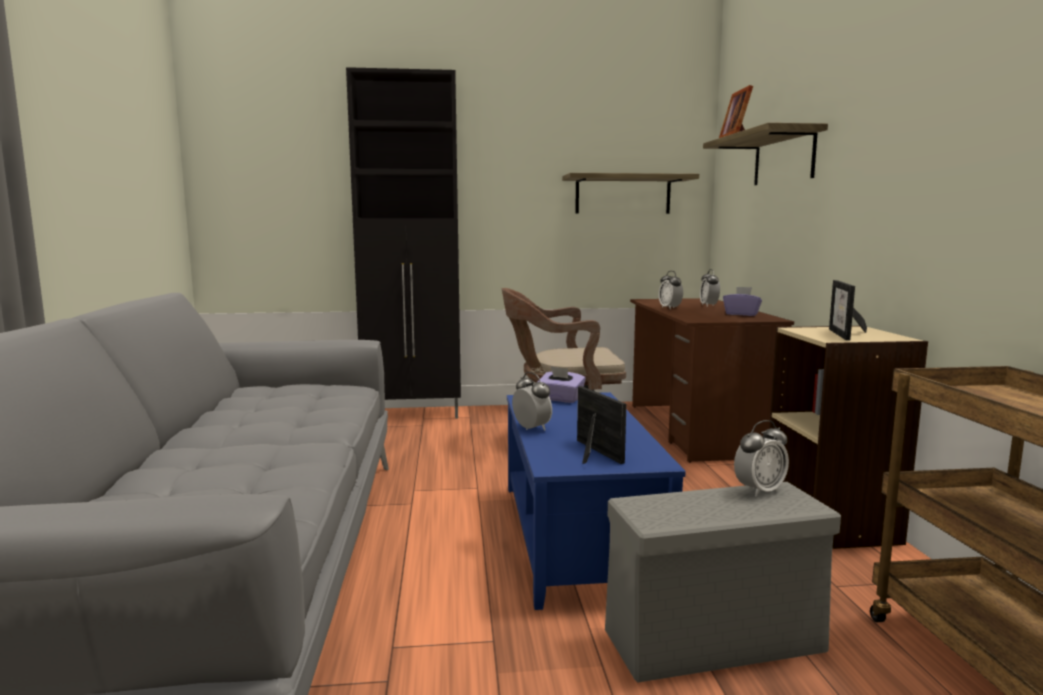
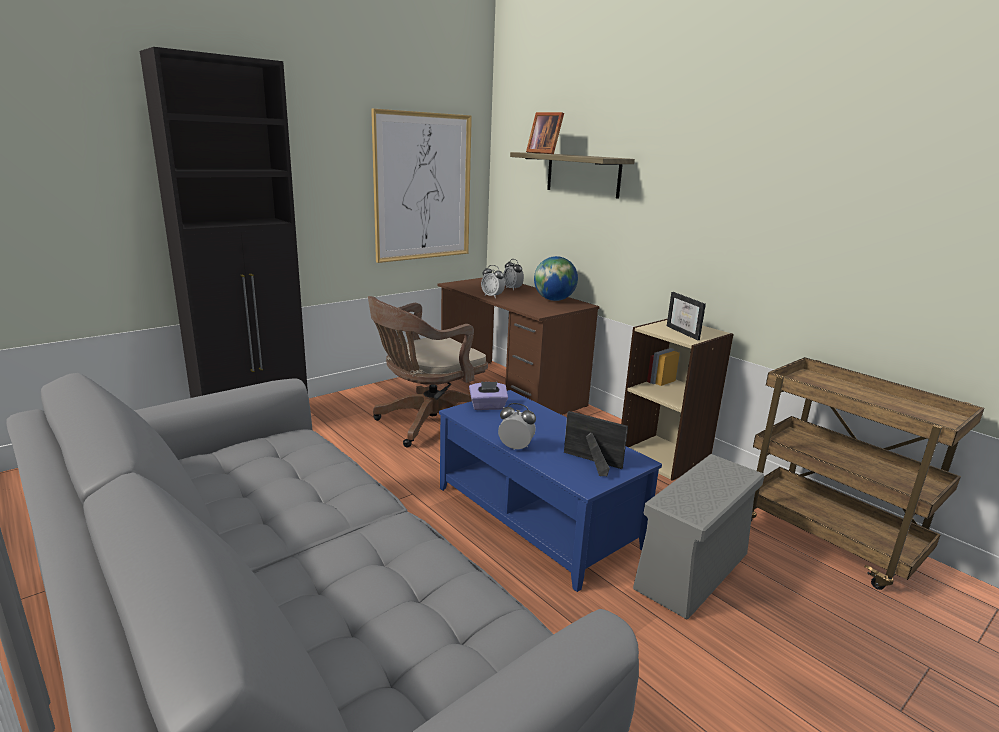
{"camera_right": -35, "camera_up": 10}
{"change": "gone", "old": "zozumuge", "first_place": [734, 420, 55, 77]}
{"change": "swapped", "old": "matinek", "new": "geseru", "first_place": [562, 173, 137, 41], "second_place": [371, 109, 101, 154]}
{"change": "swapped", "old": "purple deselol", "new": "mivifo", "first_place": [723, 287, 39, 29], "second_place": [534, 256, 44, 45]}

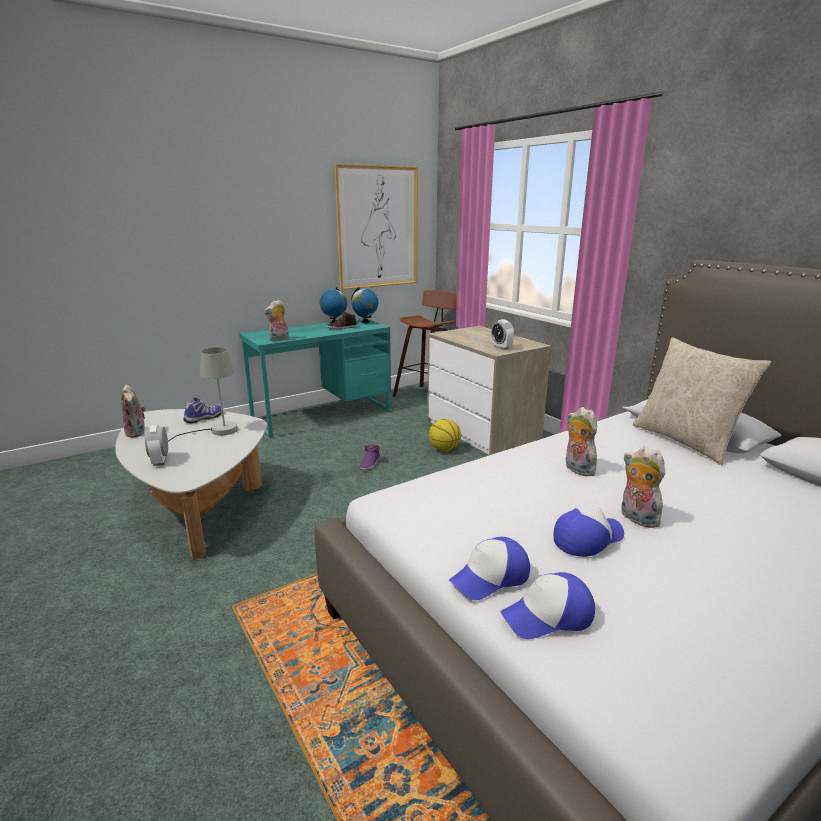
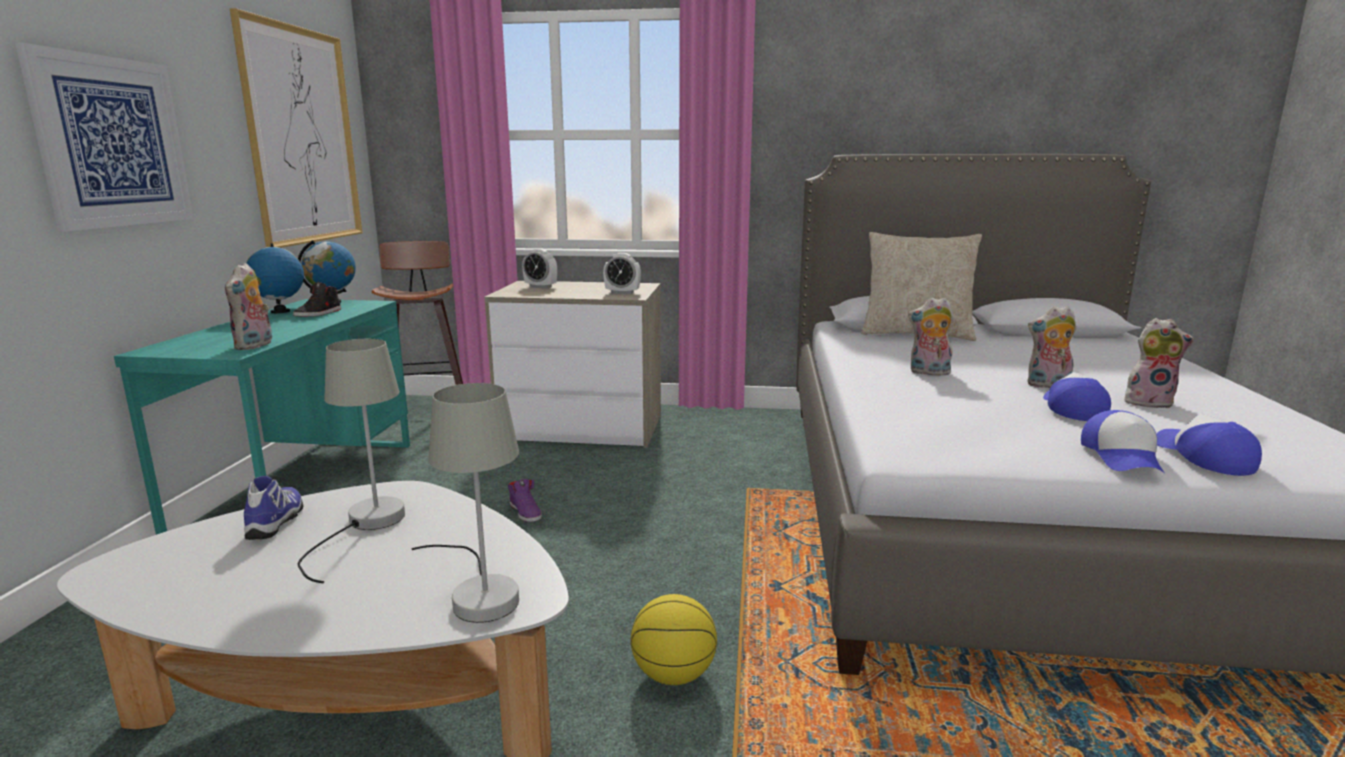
{"camera_right": -50, "camera_up": -5}
{"change": "new", "new": "geseru", "second_place": [15, 43, 179, 188]}
{"change": "new", "new": "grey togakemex", "second_place": [412, 383, 107, 240]}
{"change": "shifted", "old": "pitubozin", "first_place": [121, 384, 25, 53], "second_place": [1124, 318, 70, 90]}
{"change": "shifted", "old": "zozumuge", "first_place": [145, 425, 23, 41], "second_place": [522, 249, 35, 40]}
{"change": "shifted", "old": "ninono", "first_place": [429, 419, 32, 32], "second_place": [631, 594, 86, 91]}
{"change": "rotated", "old": "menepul", "first_place": [500, 572, 95, 67], "second_place": [1157, 414, 105, 62], "degrees": 150}

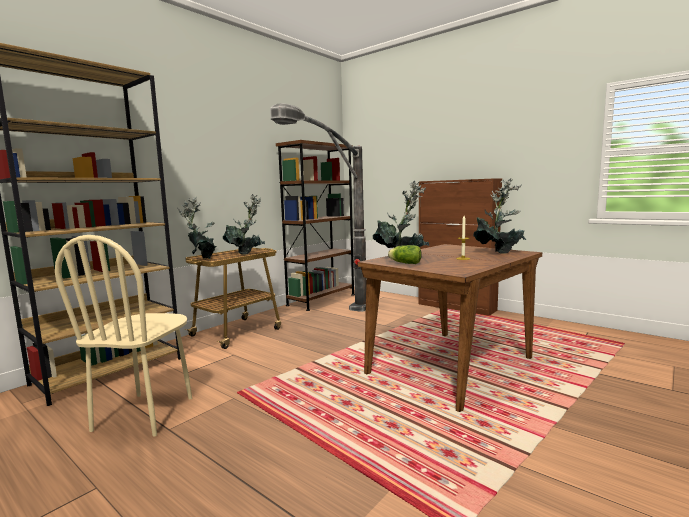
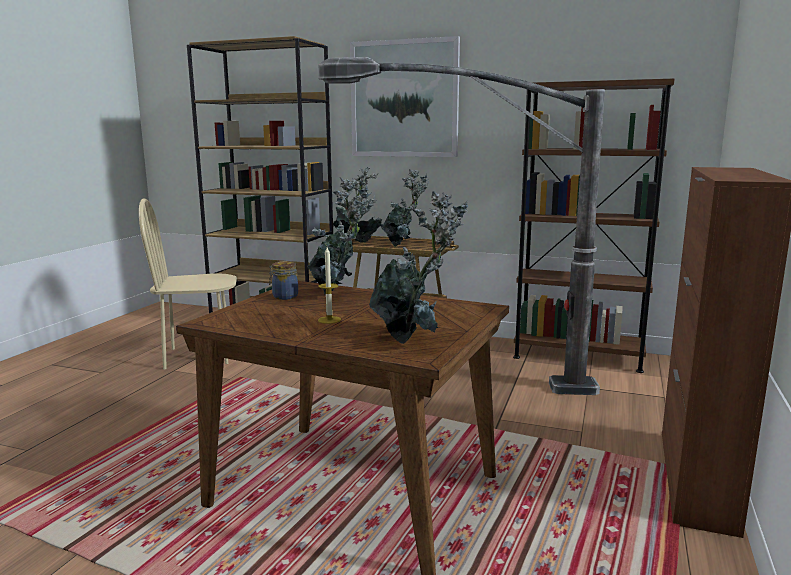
{"camera_right": 70, "camera_up": 5}
{"change": "new", "new": "geseru", "second_place": [350, 36, 110, 121]}
{"change": "swapped", "old": "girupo", "new": "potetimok", "first_place": [388, 245, 34, 19], "second_place": [269, 261, 29, 39]}

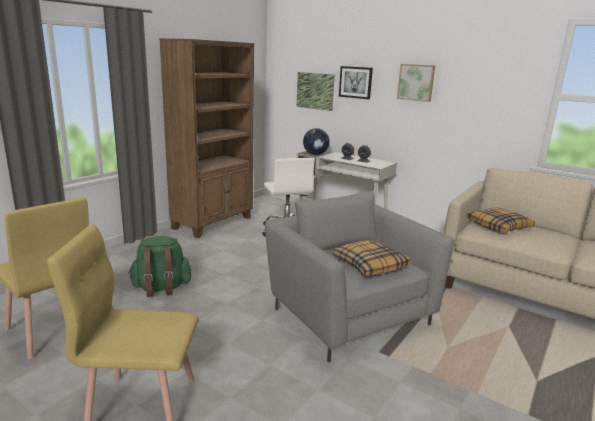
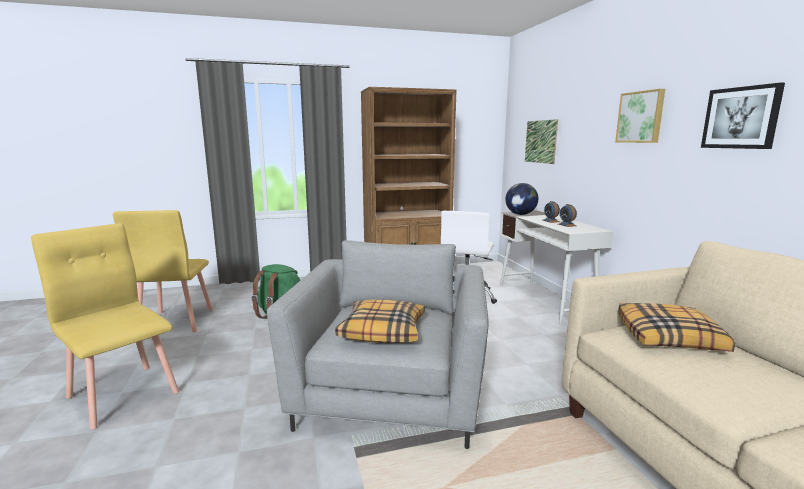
{"camera_right": 40, "camera_up": -5}
{"change": "shifted", "old": "geseru", "first_place": [339, 66, 34, 33], "second_place": [701, 83, 84, 66]}

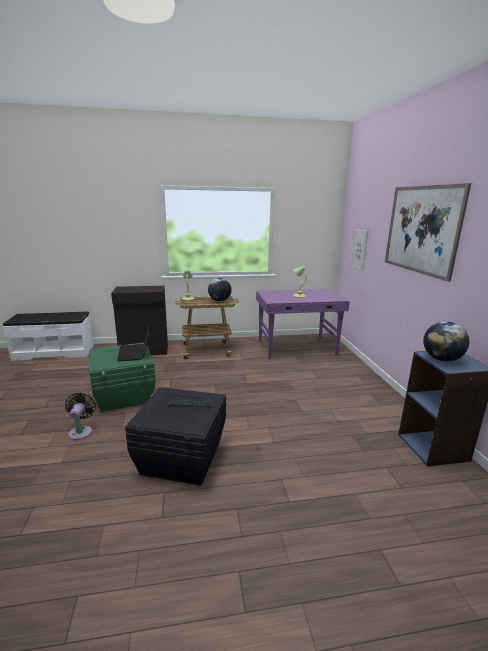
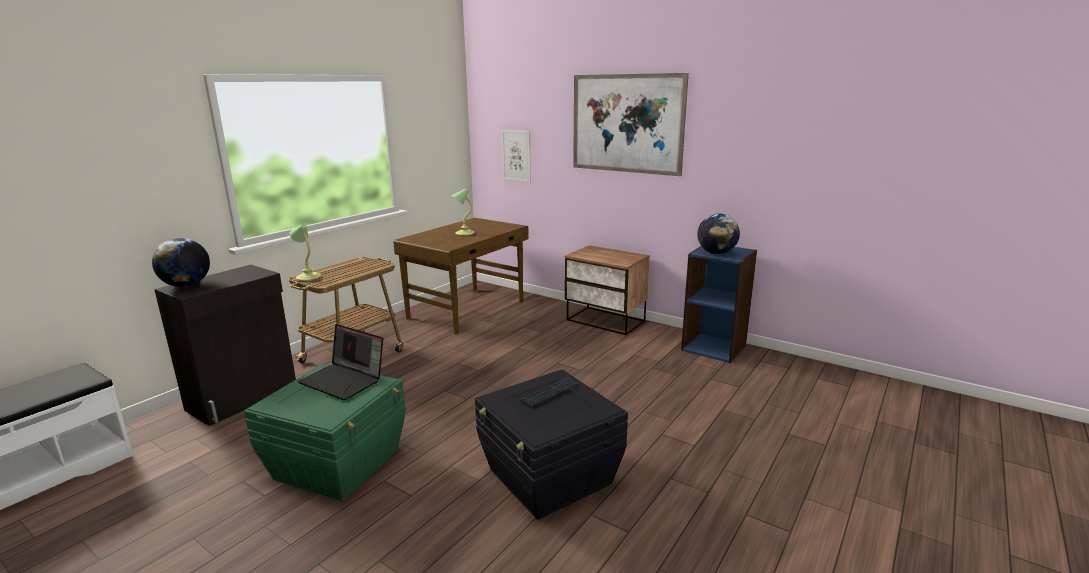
{"camera_right": -45, "camera_up": 0}
{"change": "gone", "old": "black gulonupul", "first_place": [65, 392, 31, 48]}
{"change": "new", "new": "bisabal", "second_place": [565, 245, 85, 90]}
{"change": "shifted", "old": "mivifo", "first_place": [208, 278, 24, 23], "second_place": [152, 238, 58, 49]}
{"change": "repainted", "old": "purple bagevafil", "new": "brown bagevafil", "first_place": [256, 289, 94, 70], "second_place": [393, 218, 136, 116]}

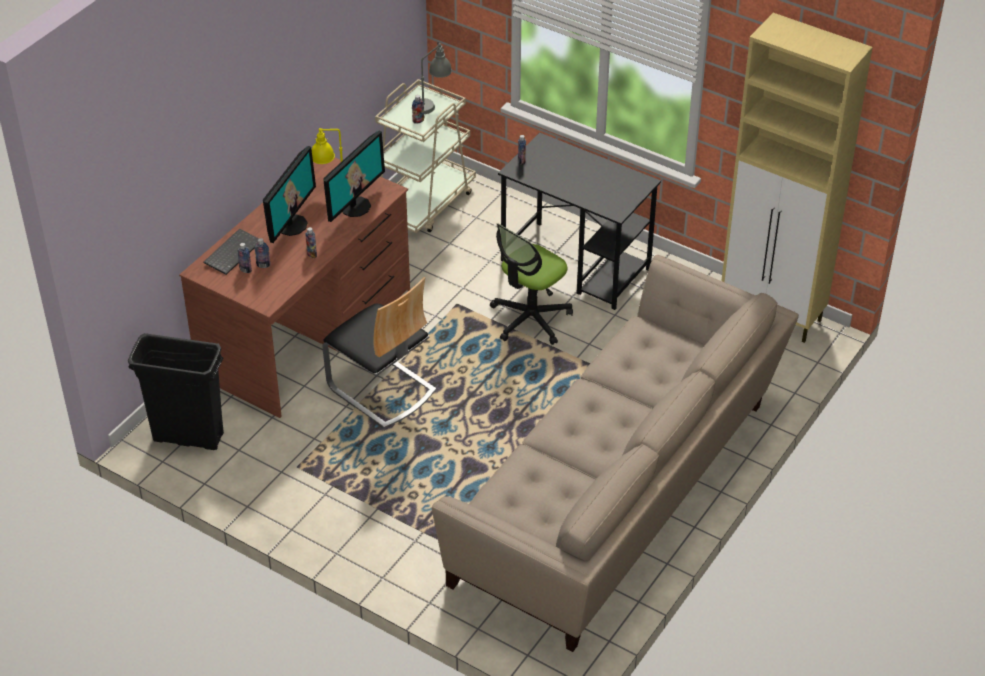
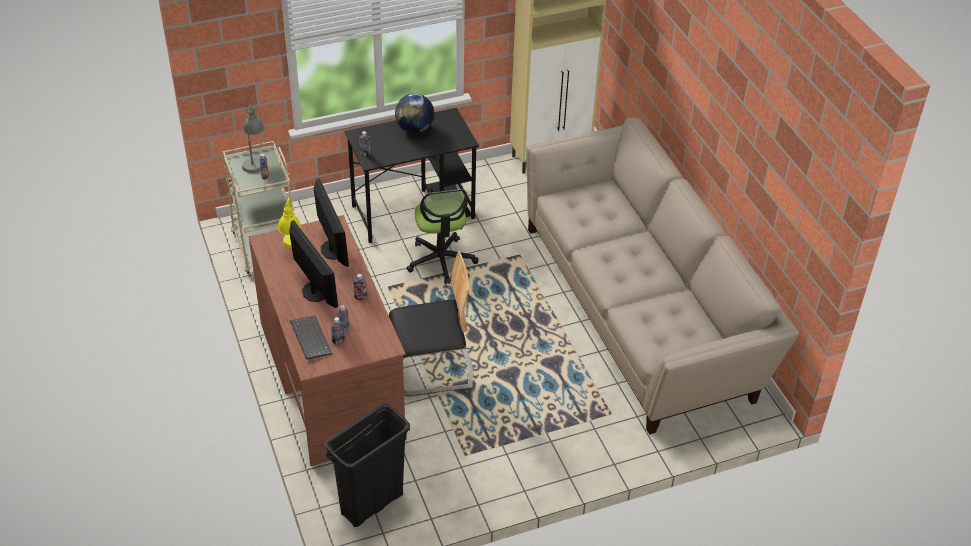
{"camera_right": -55, "camera_up": 0}
{"change": "new", "new": "mivifo", "second_place": [395, 94, 39, 39]}

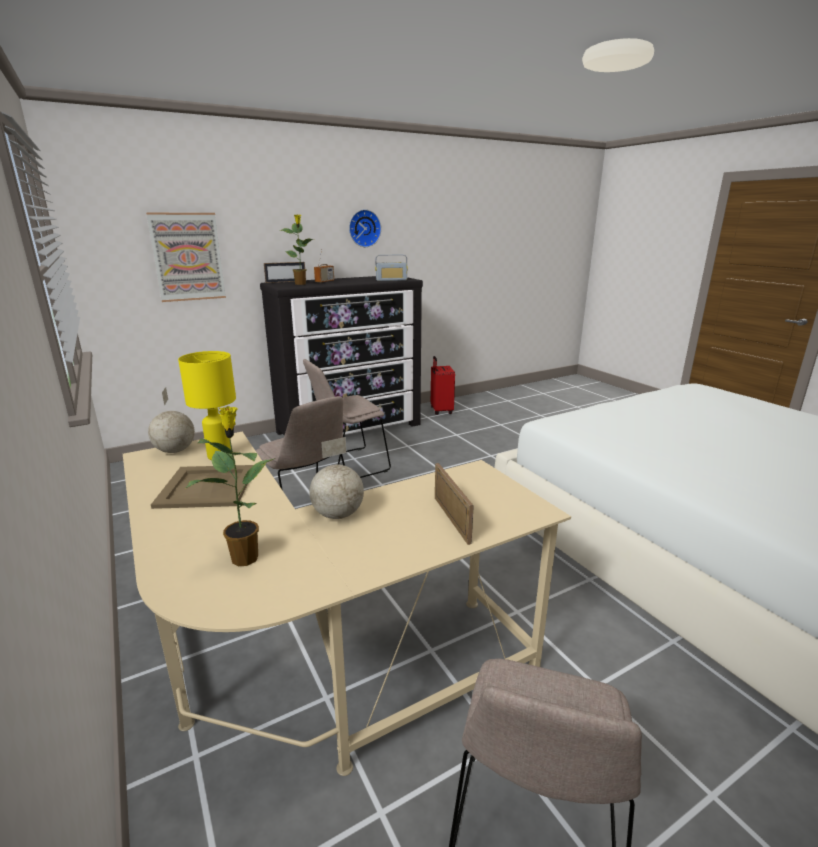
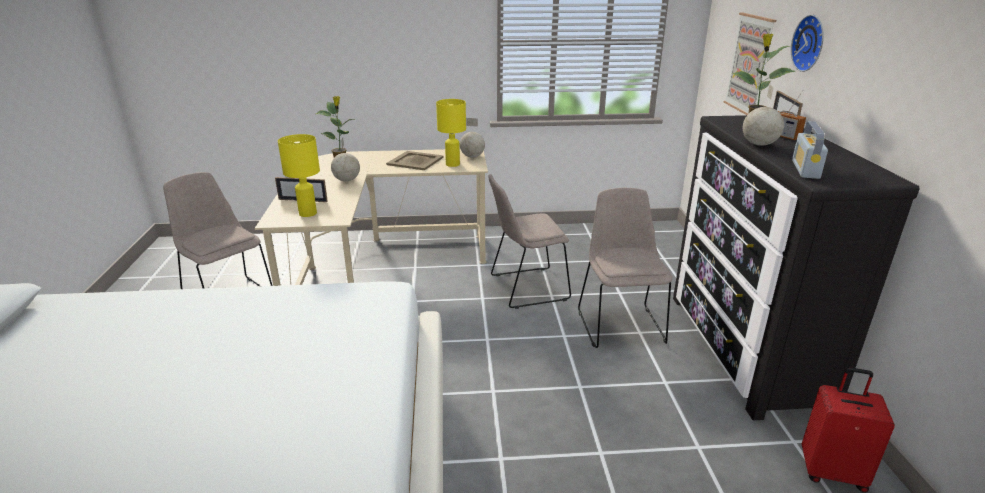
{"camera_right": 115, "camera_up": 5}
{"change": "new", "new": "yellow togakemex", "second_place": [278, 134, 42, 83]}
{"change": "new", "new": "mivifo", "second_place": [743, 84, 41, 62]}
{"change": "shifted", "old": "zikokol", "first_place": [349, 209, 32, 38], "second_place": [791, 15, 33, 57]}

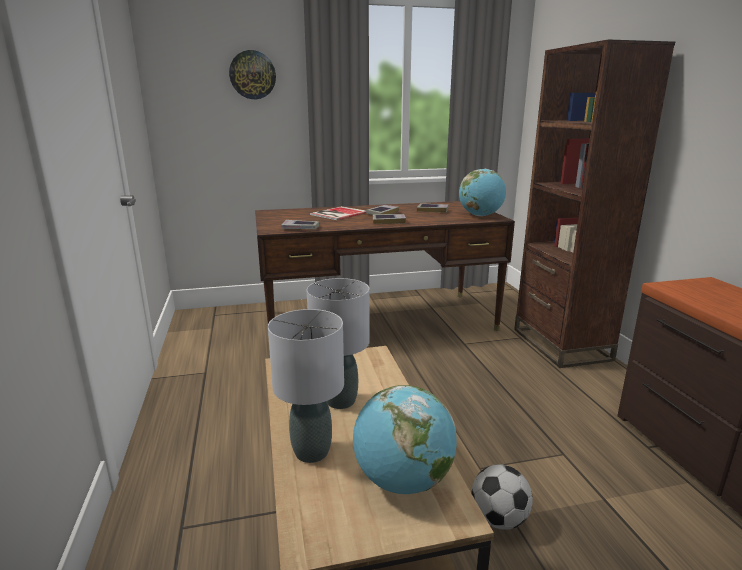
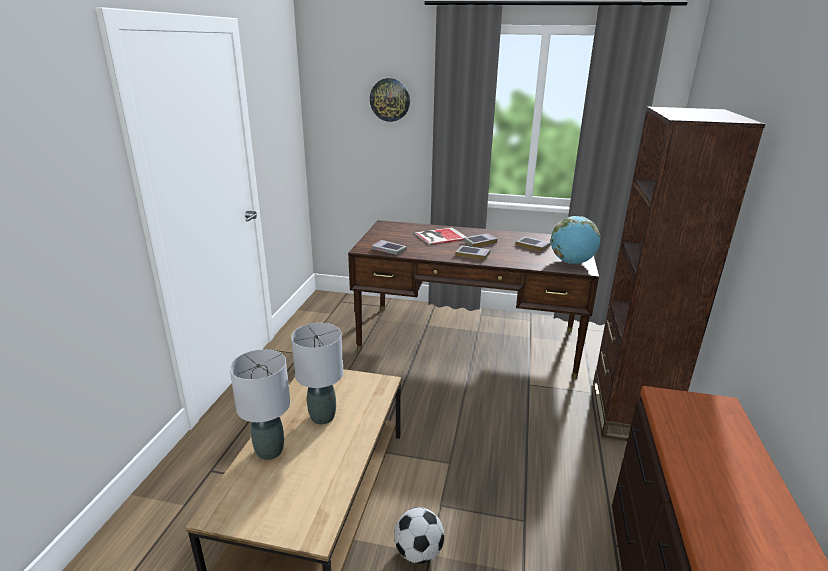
{"camera_right": 25, "camera_up": 5}
{"change": "gone", "old": "mivifo", "first_place": [353, 385, 104, 109]}

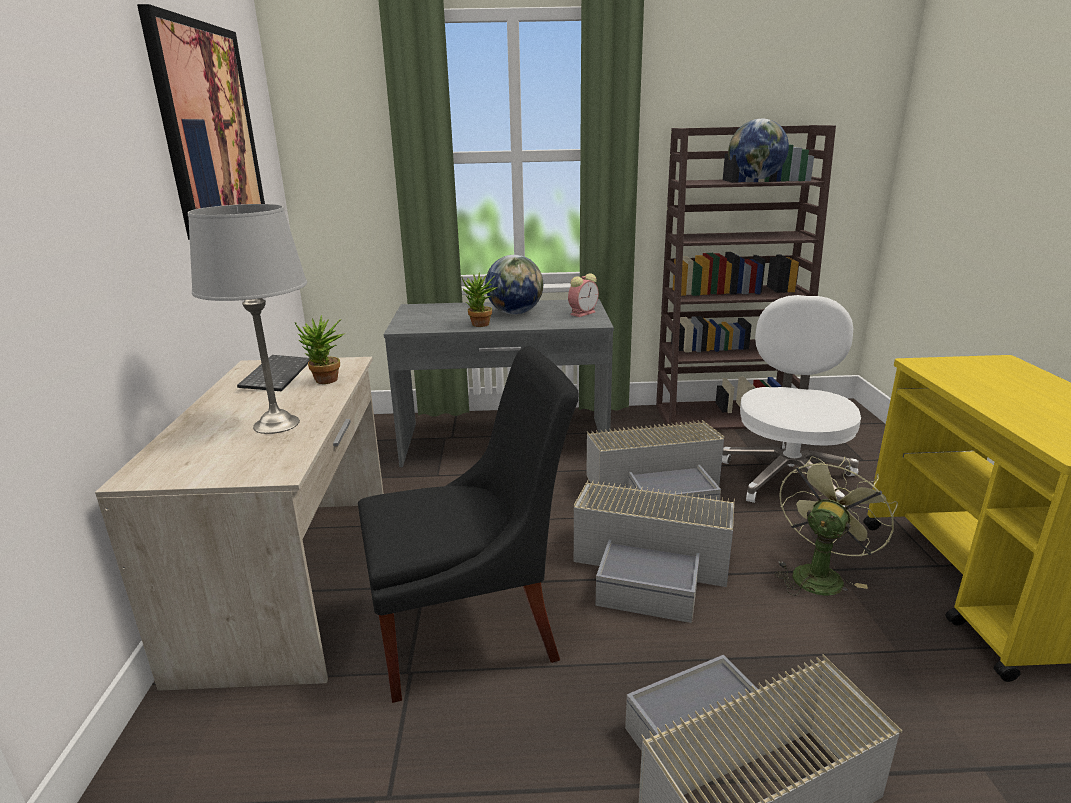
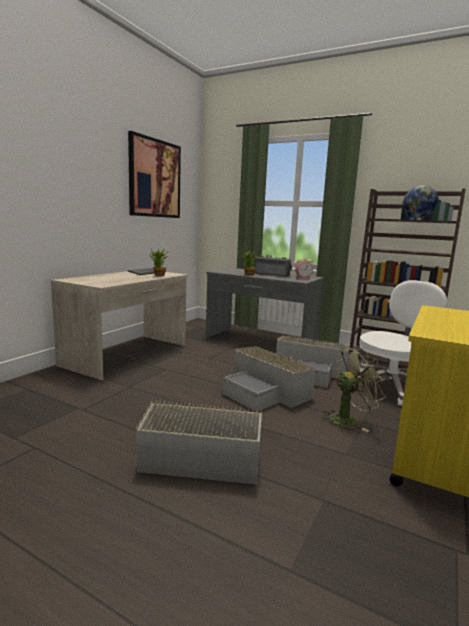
{"camera_right": 30, "camera_up": -10}
{"change": "gone", "old": "grey togakemex", "first_place": [188, 204, 119, 230]}
{"change": "gone", "old": "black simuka", "first_place": [358, 347, 221, 356]}
{"change": "swapped", "old": "mivifo", "new": "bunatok", "first_place": [485, 255, 58, 59], "second_place": [254, 255, 38, 22]}

